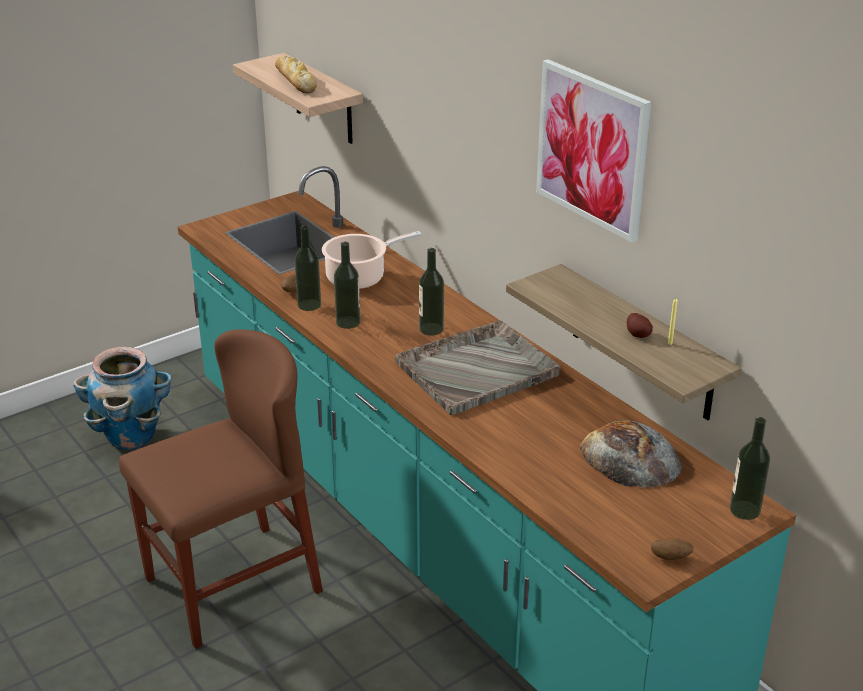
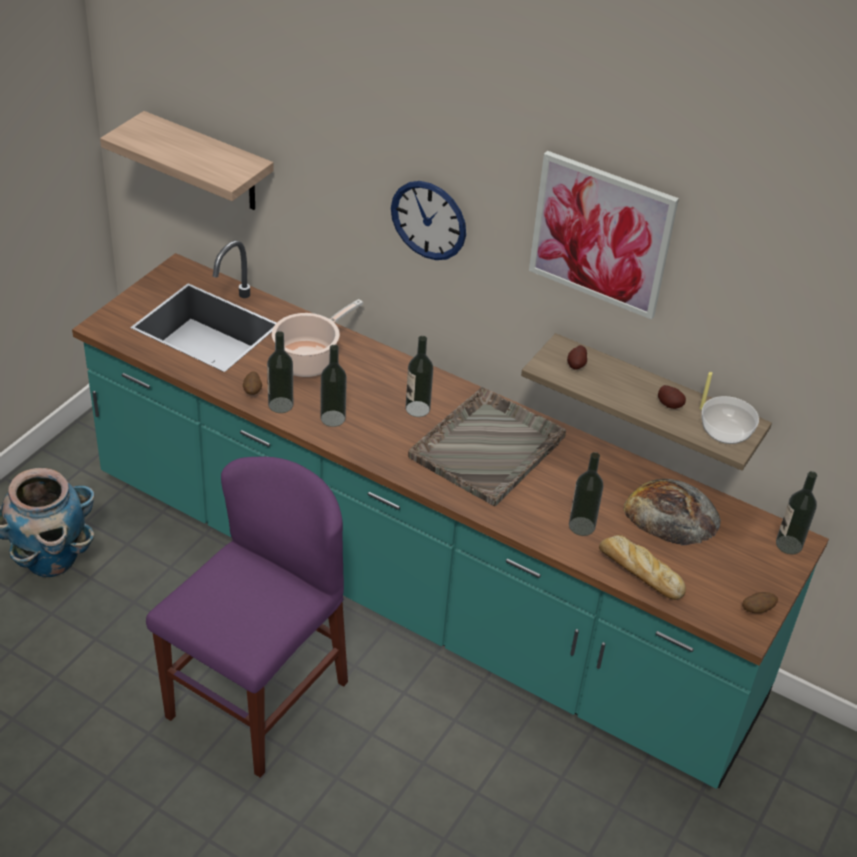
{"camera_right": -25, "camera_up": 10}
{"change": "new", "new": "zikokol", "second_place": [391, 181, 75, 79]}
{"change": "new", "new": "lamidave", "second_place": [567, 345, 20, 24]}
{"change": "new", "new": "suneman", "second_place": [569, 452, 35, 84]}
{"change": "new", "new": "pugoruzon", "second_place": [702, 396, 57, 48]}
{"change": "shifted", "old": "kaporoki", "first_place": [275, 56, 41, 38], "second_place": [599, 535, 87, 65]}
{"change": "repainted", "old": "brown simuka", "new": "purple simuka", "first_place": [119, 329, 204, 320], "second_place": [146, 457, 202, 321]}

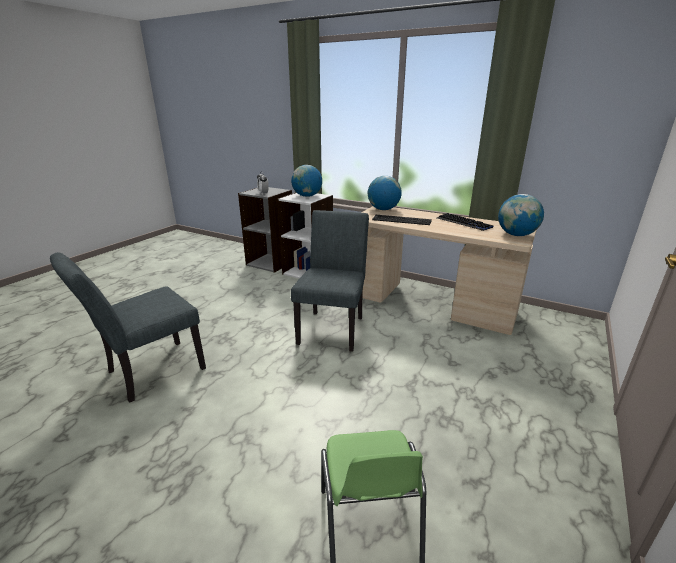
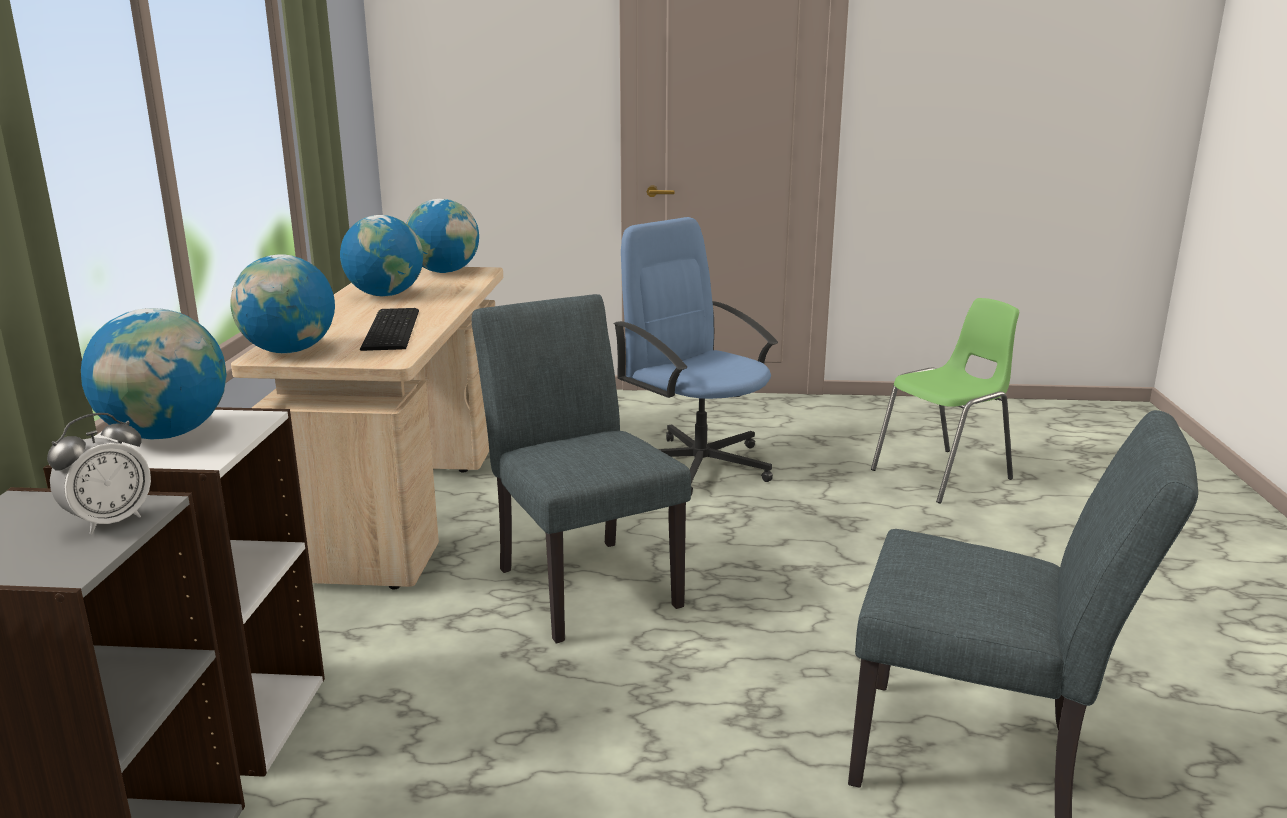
{"camera_right": -115, "camera_up": -5}
{"change": "new", "new": "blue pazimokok", "second_place": [613, 217, 165, 278]}
{"change": "swapped", "old": "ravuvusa", "new": "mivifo", "first_place": [437, 213, 56, 18], "second_place": [340, 215, 83, 82]}
{"change": "rotated", "old": "grey simuka", "first_place": [291, 210, 78, 142], "second_place": [472, 294, 219, 350], "degrees": 75}

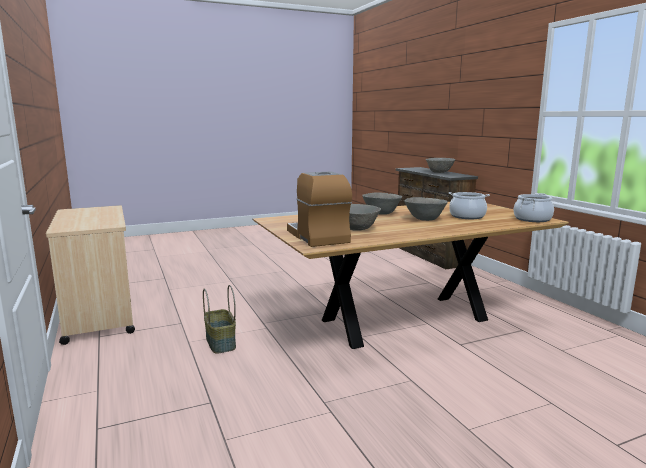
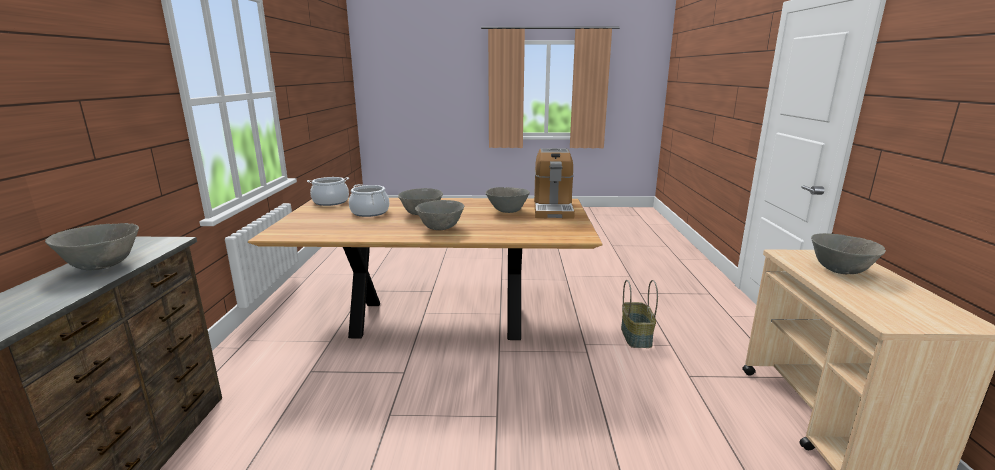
{"camera_right": -155, "camera_up": 5}
{"change": "new", "new": "grey pugoruzon", "second_place": [811, 233, 75, 41]}

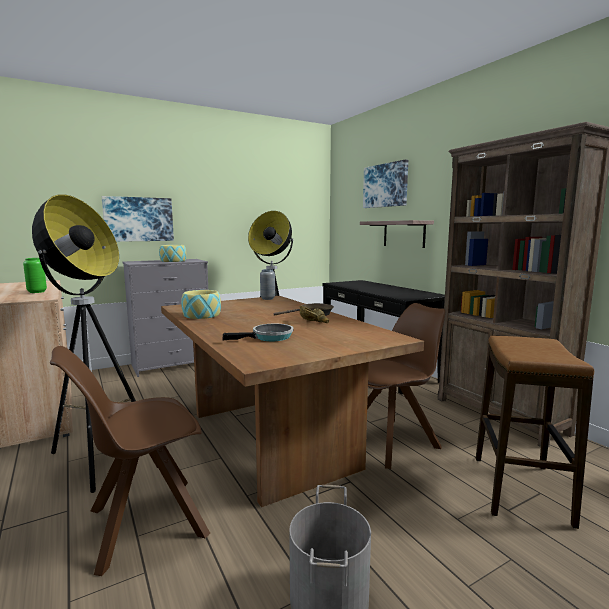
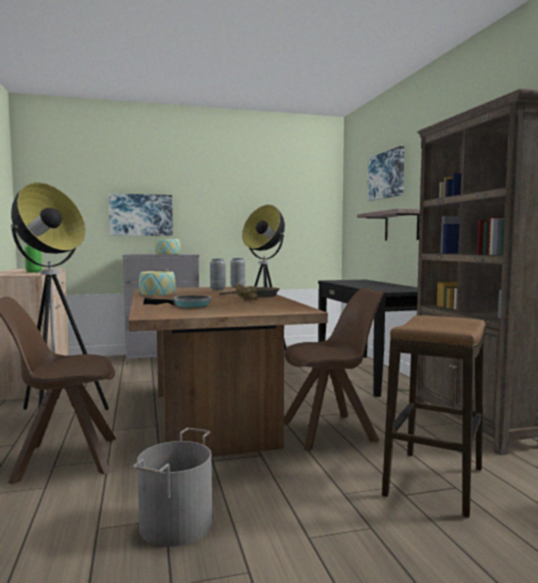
{"camera_right": 15, "camera_up": -5}
{"change": "new", "new": "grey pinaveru", "second_place": [210, 259, 16, 31]}

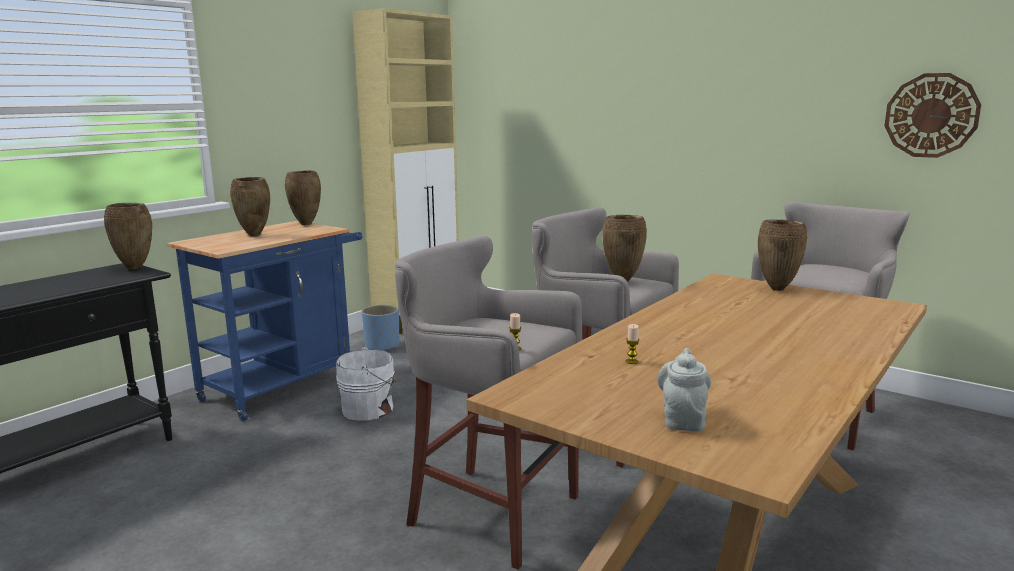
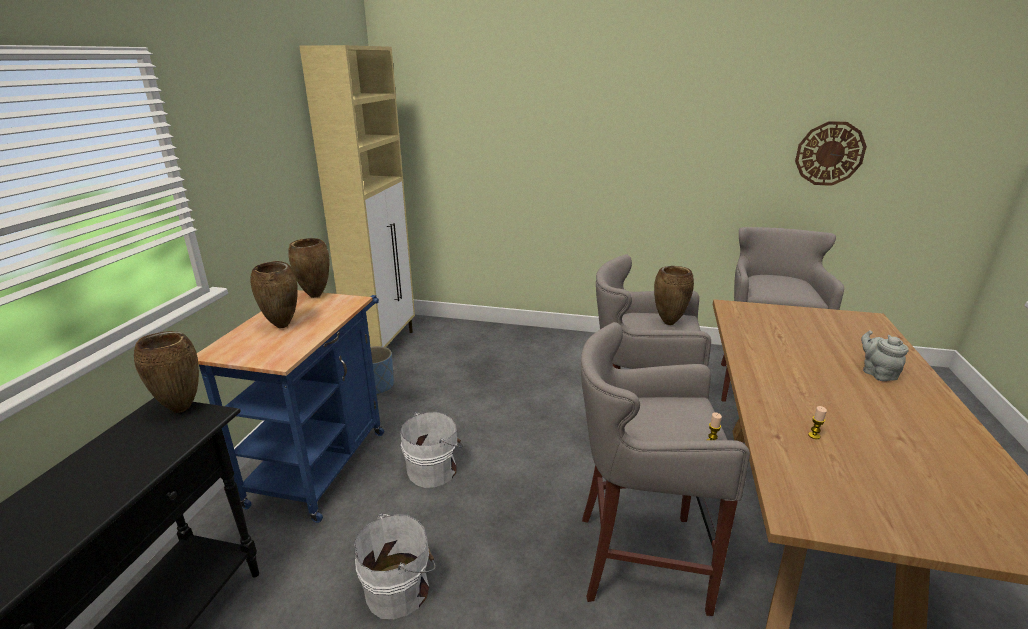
{"camera_right": -25, "camera_up": 10}
{"change": "gone", "old": "brown pinaveru", "first_place": [758, 219, 49, 72]}
{"change": "new", "new": "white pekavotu", "second_place": [354, 514, 82, 105]}
{"change": "shifted", "old": "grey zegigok", "first_place": [657, 348, 54, 84], "second_place": [861, 330, 48, 51]}

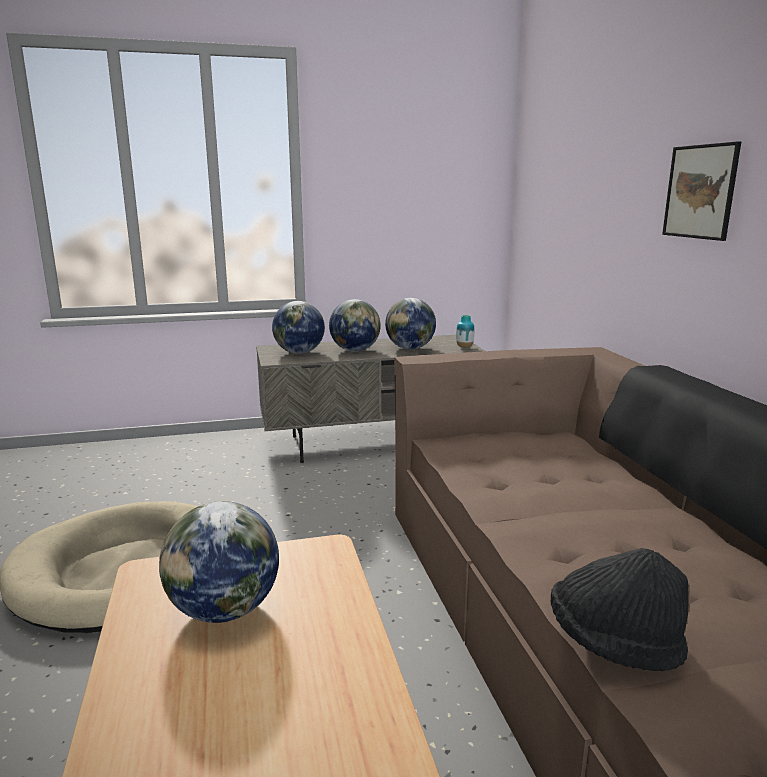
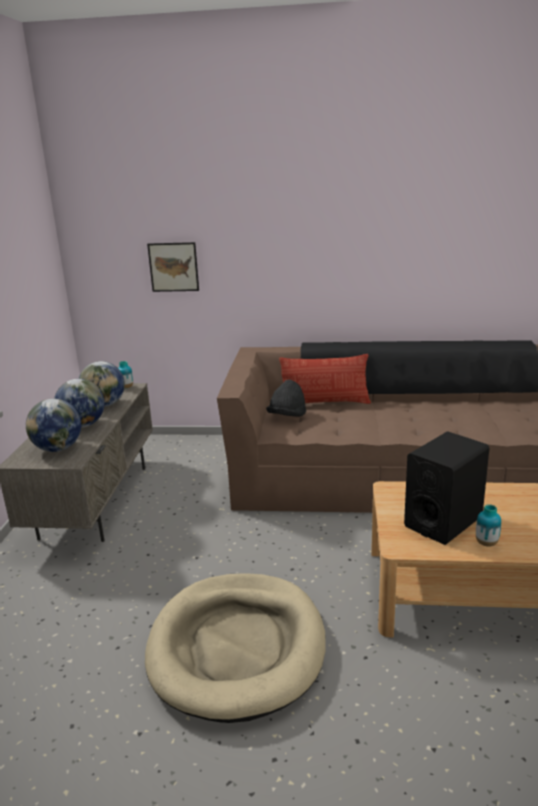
{"camera_right": -70, "camera_up": 5}
{"change": "new", "new": "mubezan", "second_place": [279, 354, 92, 50]}
{"change": "new", "new": "pinaveru", "second_place": [476, 504, 25, 43]}
{"change": "shifted", "old": "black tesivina", "first_place": [550, 548, 139, 123], "second_place": [266, 380, 40, 37]}
{"change": "shifted", "old": "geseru", "first_place": [662, 141, 79, 100], "second_place": [147, 242, 52, 50]}
{"change": "swapped", "old": "mivifo", "new": "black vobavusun", "first_place": [159, 501, 120, 122], "second_place": [404, 431, 85, 114]}

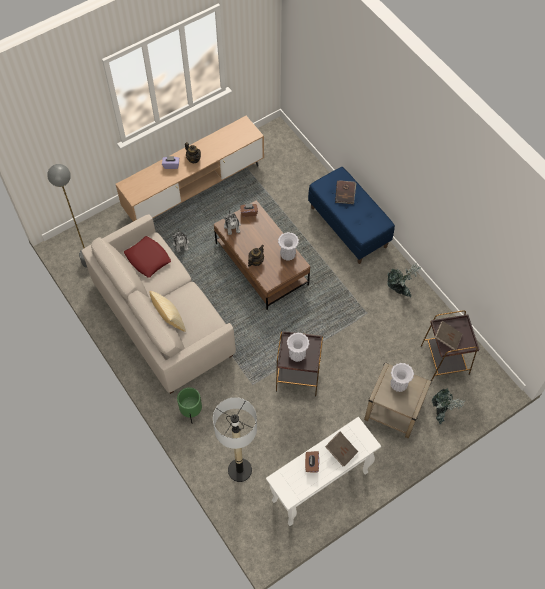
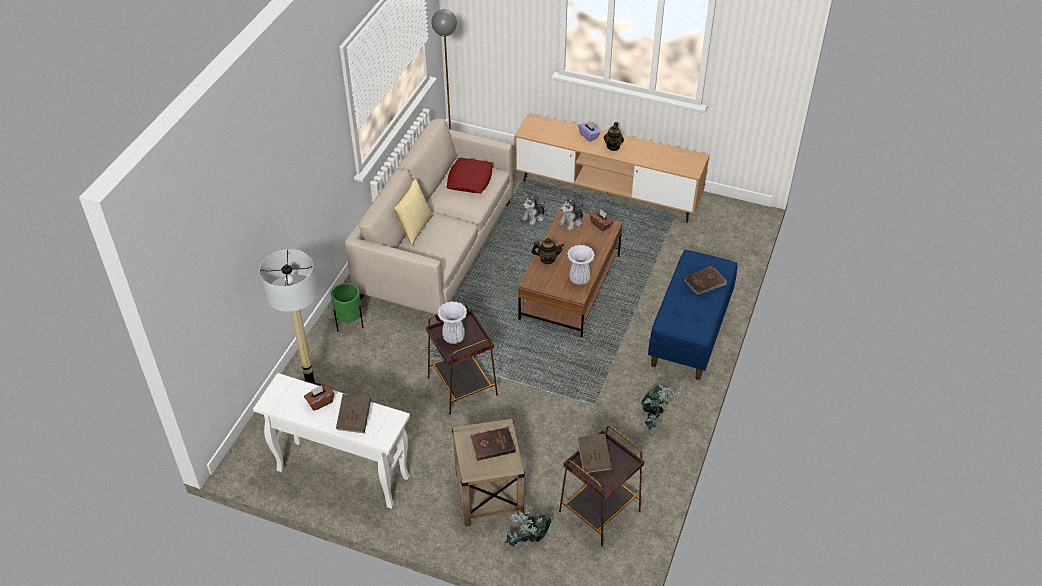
{"camera_right": 55, "camera_up": -15}
{"change": "swapped", "old": "white pinaveru", "new": "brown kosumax", "first_place": [391, 363, 23, 29], "second_place": [469, 427, 47, 34]}

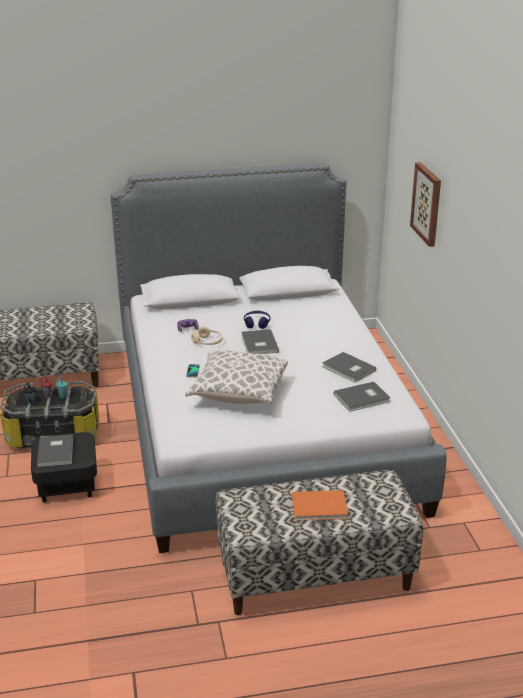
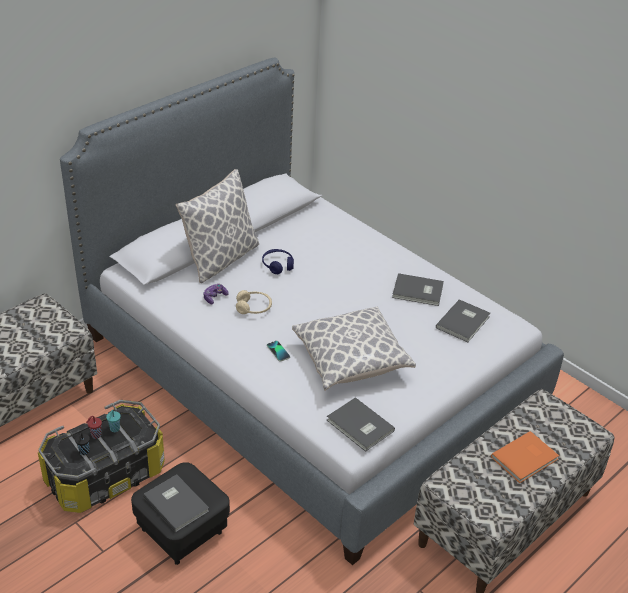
{"camera_right": -35, "camera_up": 10}
{"change": "gone", "old": "geseru", "first_place": [410, 162, 31, 85]}
{"change": "new", "new": "mubezan", "second_place": [176, 169, 83, 114]}
{"change": "shifted", "old": "grey kosumax", "first_place": [241, 329, 38, 25], "second_place": [327, 397, 68, 55]}

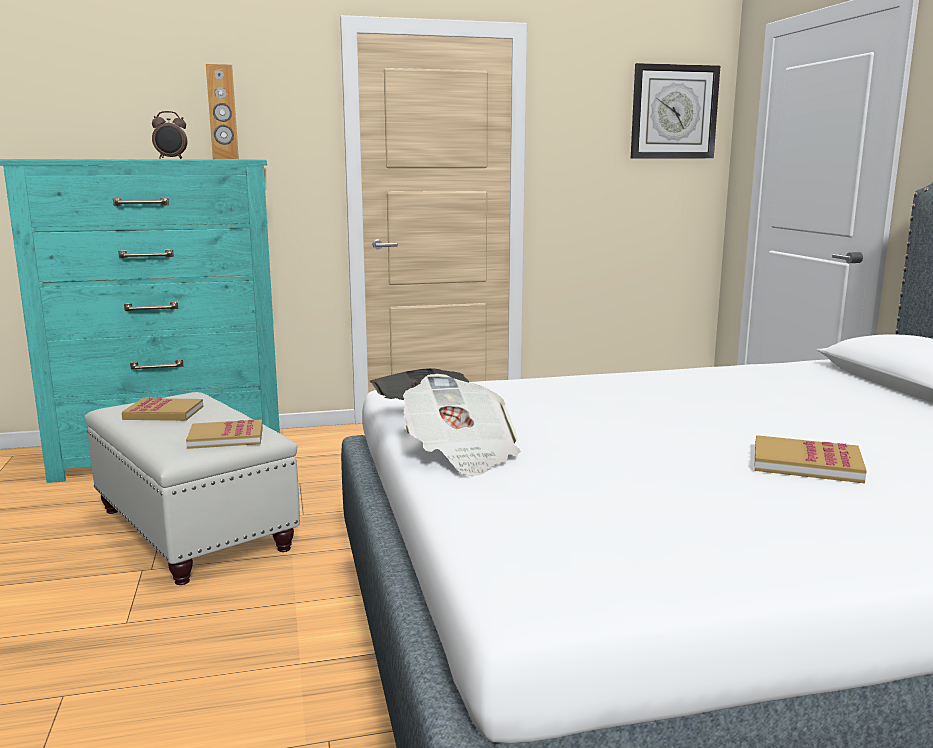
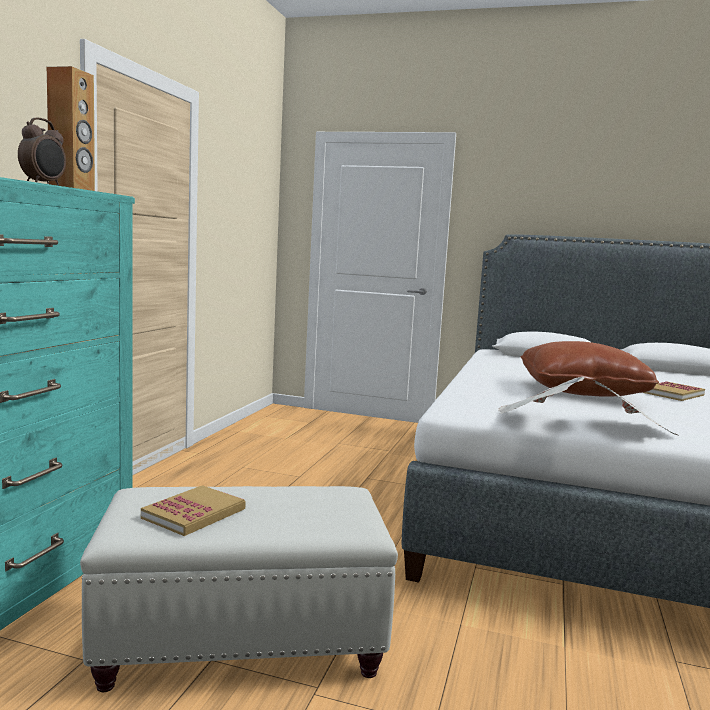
{"camera_right": -60, "camera_up": -5}
{"change": "gone", "old": "kosumax", "first_place": [186, 419, 77, 30]}
{"change": "gone", "old": "zikokol", "first_place": [631, 63, 89, 96]}
{"change": "new", "new": "brown mubezan", "second_place": [521, 341, 138, 56]}

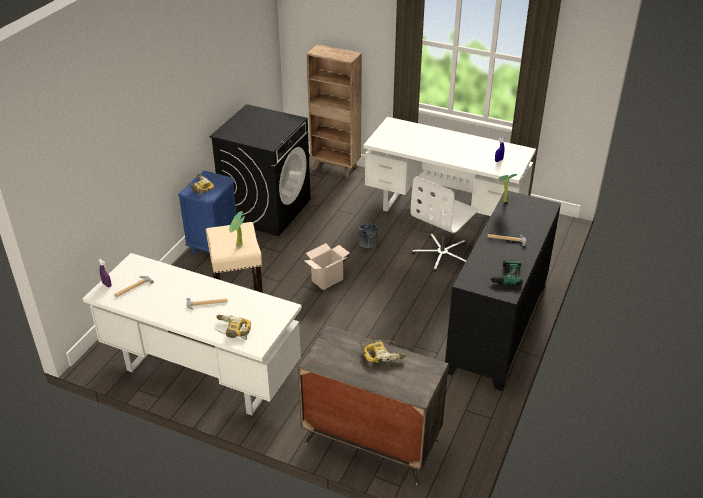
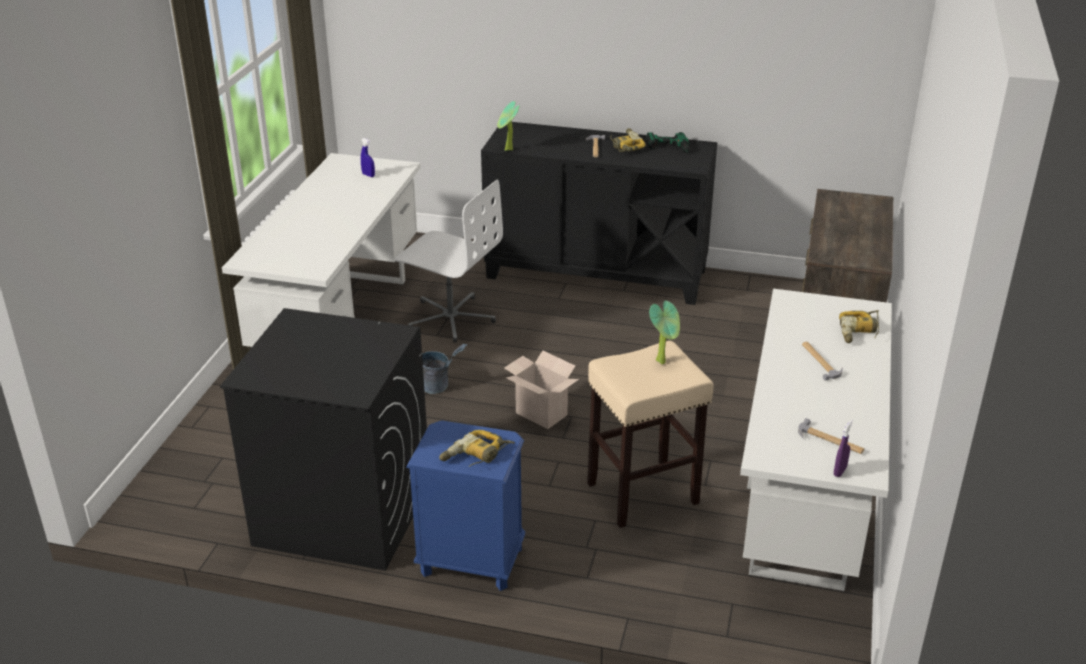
{"camera_right": -100, "camera_up": -5}
{"change": "gone", "old": "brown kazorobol", "first_place": [307, 44, 55, 134]}
{"change": "shifted", "old": "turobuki", "first_place": [359, 340, 47, 23], "second_place": [610, 128, 36, 24]}

